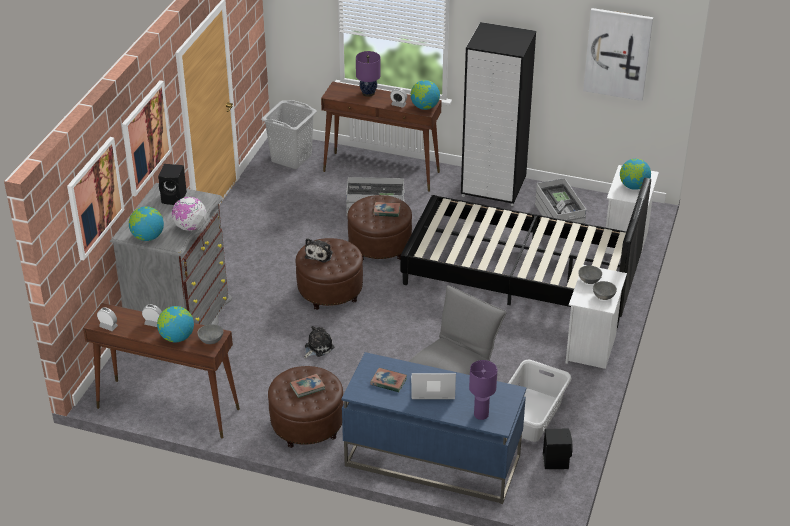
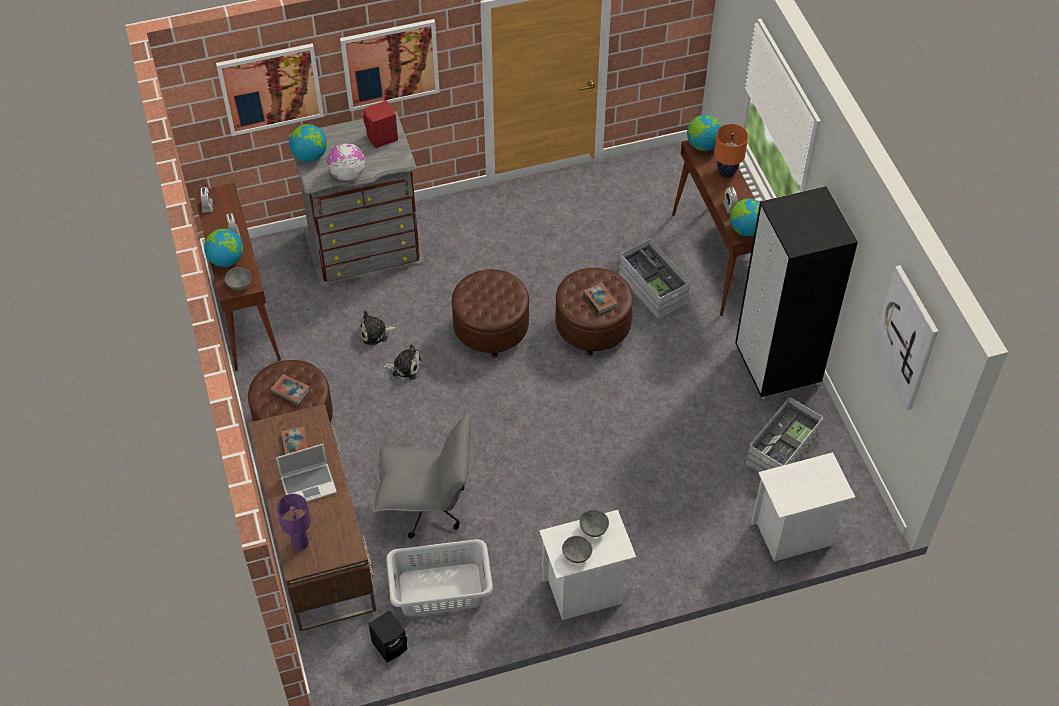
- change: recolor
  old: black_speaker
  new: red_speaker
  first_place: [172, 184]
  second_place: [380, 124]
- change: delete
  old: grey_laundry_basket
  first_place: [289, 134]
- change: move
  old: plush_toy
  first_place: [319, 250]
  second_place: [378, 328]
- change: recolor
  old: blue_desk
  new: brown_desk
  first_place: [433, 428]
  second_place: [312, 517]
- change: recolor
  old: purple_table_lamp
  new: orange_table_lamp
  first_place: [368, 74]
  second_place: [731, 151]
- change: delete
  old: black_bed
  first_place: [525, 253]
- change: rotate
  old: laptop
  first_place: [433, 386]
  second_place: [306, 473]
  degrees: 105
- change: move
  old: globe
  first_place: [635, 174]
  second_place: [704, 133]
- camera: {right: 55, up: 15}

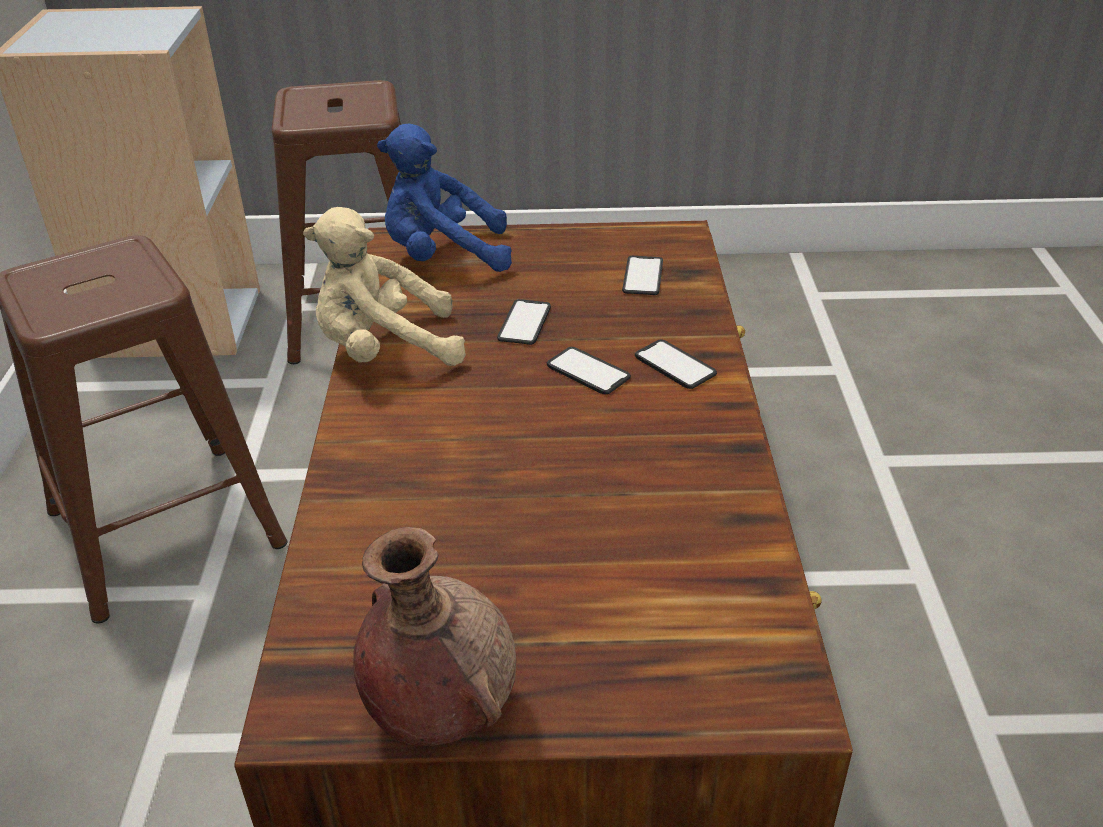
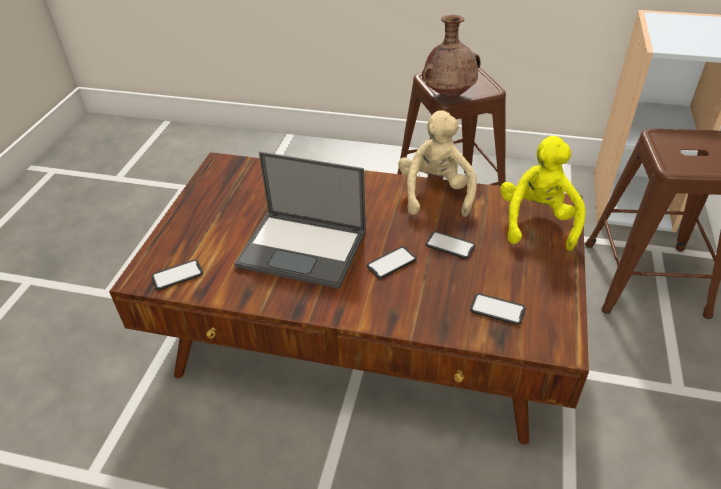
- change: move
  old: brown_vase
  first_place: [434, 636]
  second_place: [451, 56]
- change: recolor
  old: blue_plush_toy
  new: yellow_plush_toy
  first_place: [444, 198]
  second_place: [543, 193]
- change: move
  old: phone
  first_place: [676, 364]
  second_place: [177, 275]
- change: insert
  new: laptop
  second_place: [300, 220]
- camera: {right: 105, up: 5}

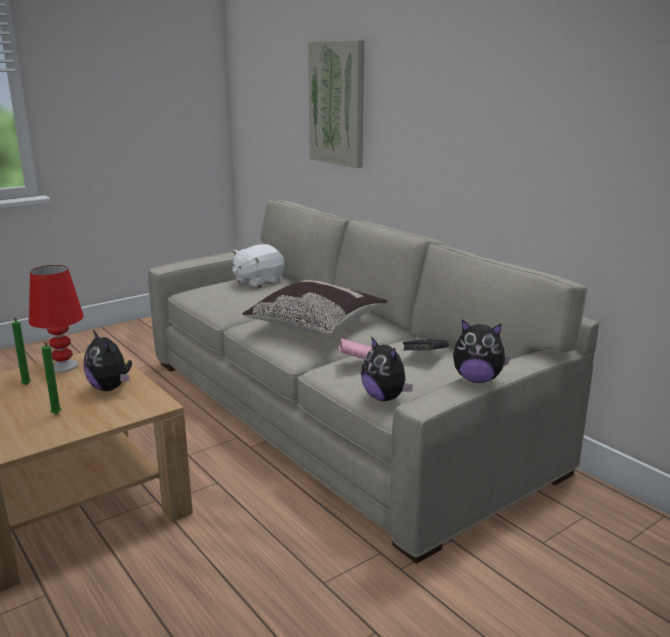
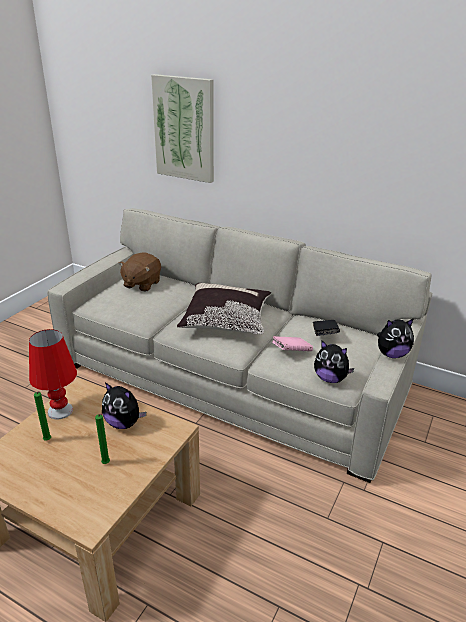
- change: recolor
  old: white_plush_toy
  new: brown_plush_toy
  first_place: [258, 266]
  second_place: [139, 272]
- camera: {right: -25, up: 10}

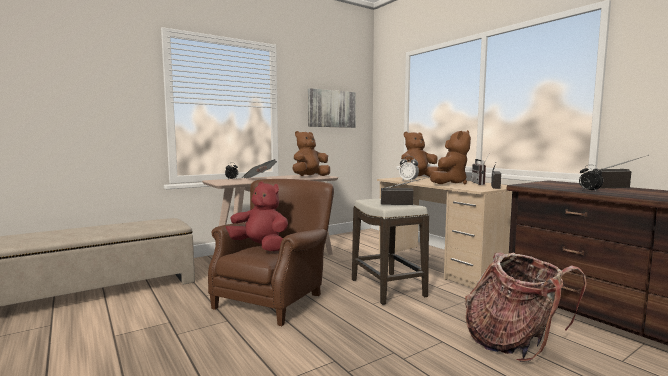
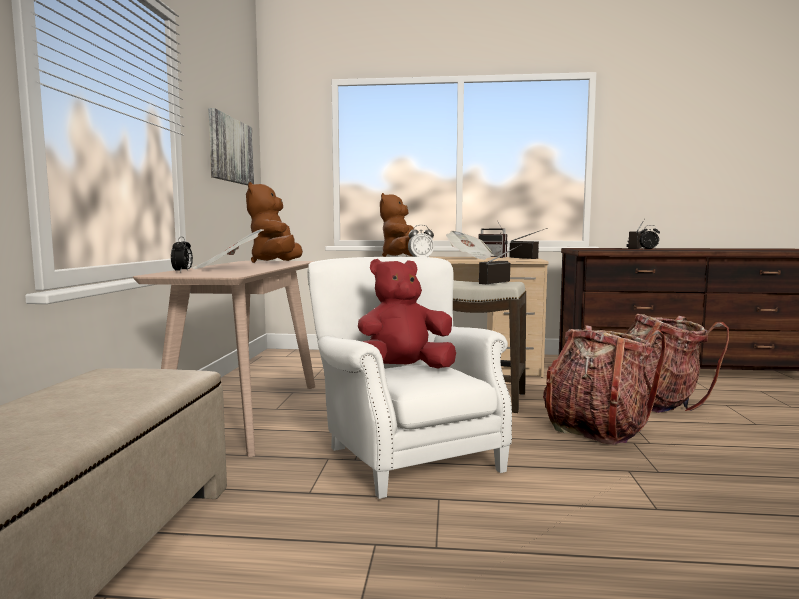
- change: recolor
  old: brown_armchair
  new: white_armchair
  first_place: [271, 252]
  second_place: [409, 378]
- change: replace
  old: brown_plush_toy
  new: newspaper
  first_place: [450, 157]
  second_place: [470, 245]
- change: insert
  new: backpack
  second_place: [604, 385]
- camera: {right: -50, up: 0}

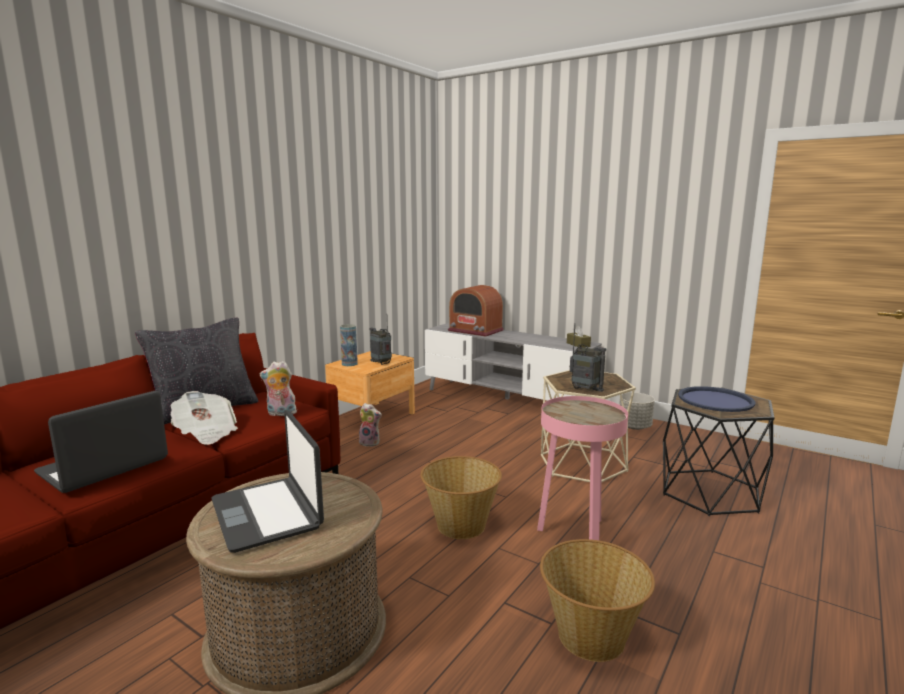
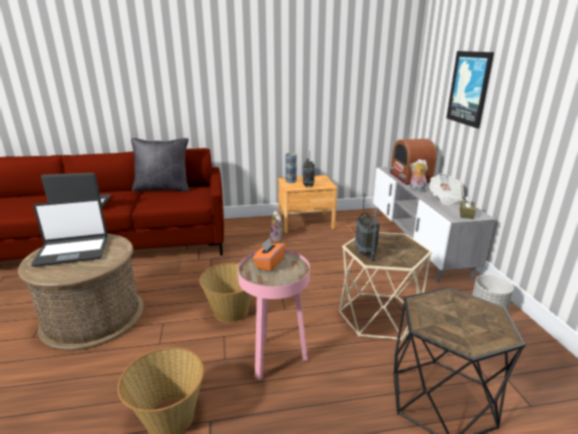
- change: move
  old: newspaper
  first_place: [204, 418]
  second_place: [446, 189]
- change: rotate
  old: laptop
  first_place: [267, 481]
  second_place: [69, 232]
  degrees: -120
- change: move
  old: plush_toy
  first_place: [278, 388]
  second_place: [419, 175]
- change: delete
  old: blue_tray
  first_place: [716, 399]
- change: insert
  new: orange_tissue_box
  second_place: [269, 255]
- change: insert
  new: picture
  second_place: [470, 89]
- camera: {right: 45, up: 10}

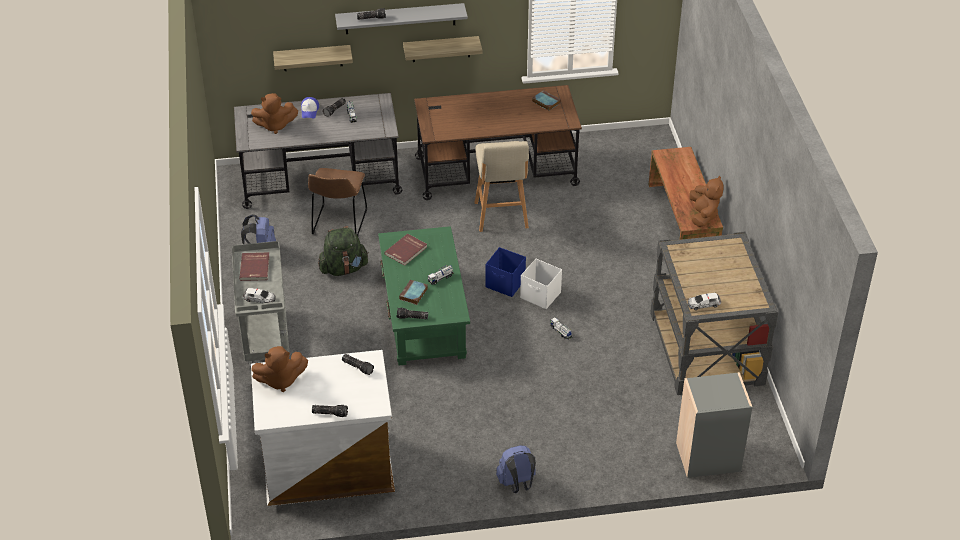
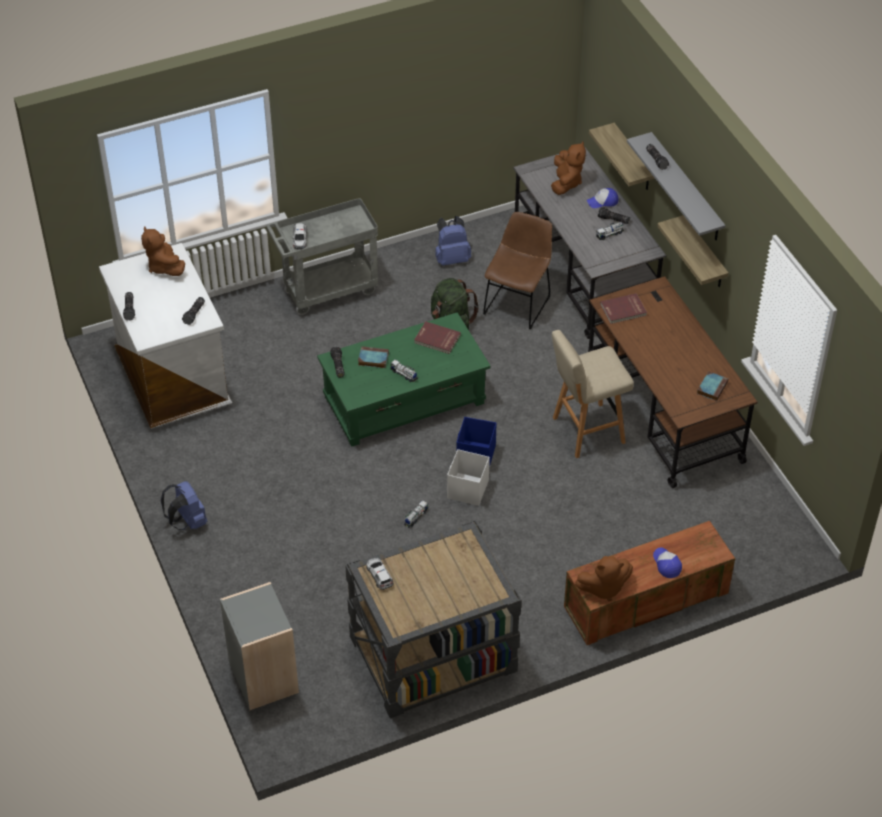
- change: move
  old: red_book
  first_place: [254, 266]
  second_place: [623, 308]
- change: rotate
  old: brown_plush_toy
  first_place: [274, 113]
  second_place: [568, 168]
  degrees: -150
- change: rotate
  old: brown_chair
  first_place: [337, 202]
  second_place: [517, 271]
  degrees: 120
- change: insert
  new: cap
  second_place: [667, 562]
- camera: {right: 75, up: 5}

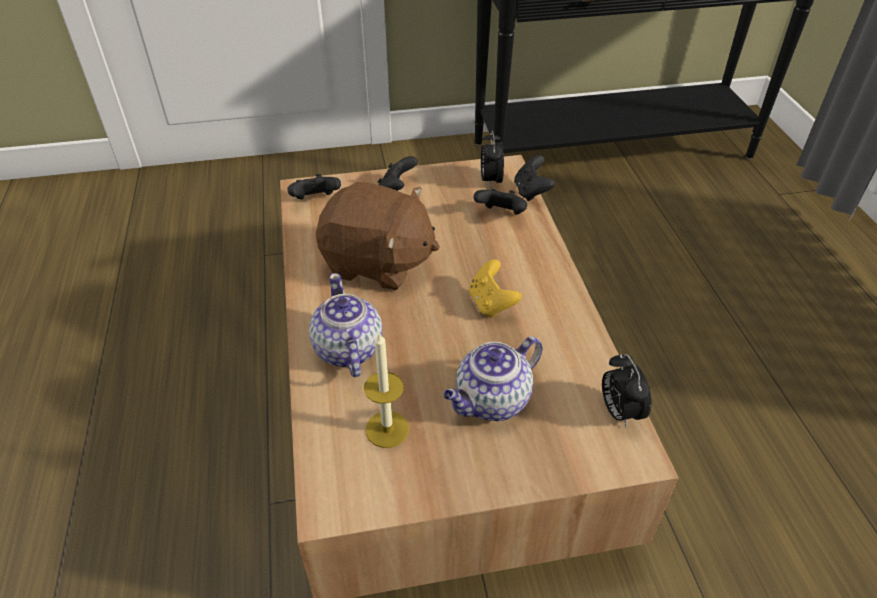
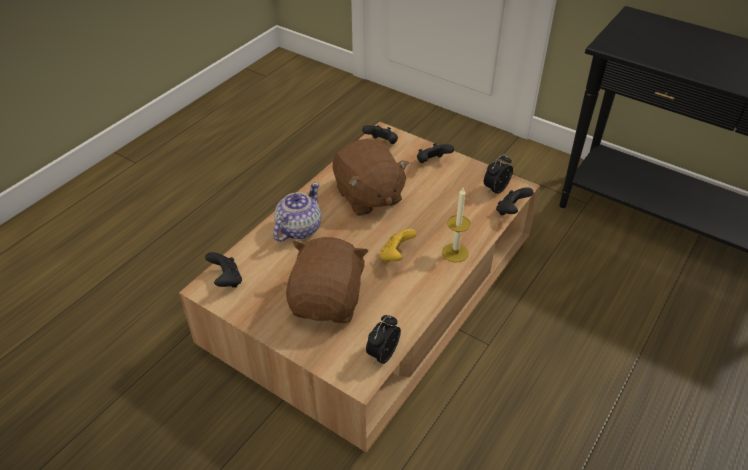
- change: move
  old: candle
  first_place: [386, 390]
  second_place: [456, 225]
- change: replace
  old: teapot
  new: brown_plush_toy
  first_place: [493, 378]
  second_place: [327, 280]
- change: move
  old: black_game_controller
  first_place: [500, 202]
  second_place: [223, 270]
- camera: {right: 45, up: 0}

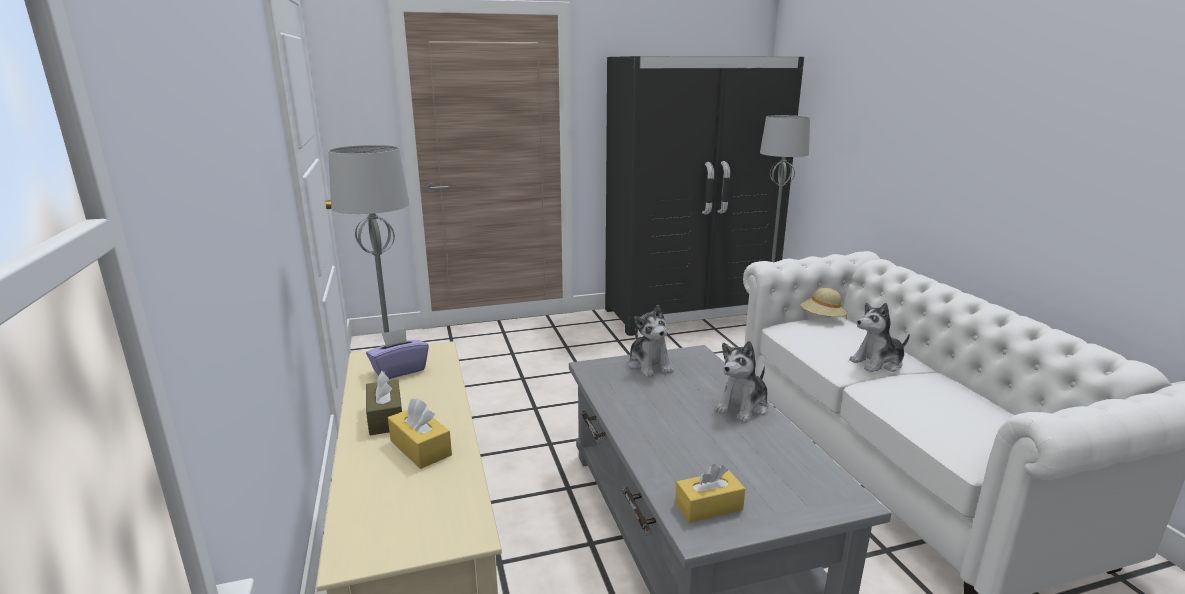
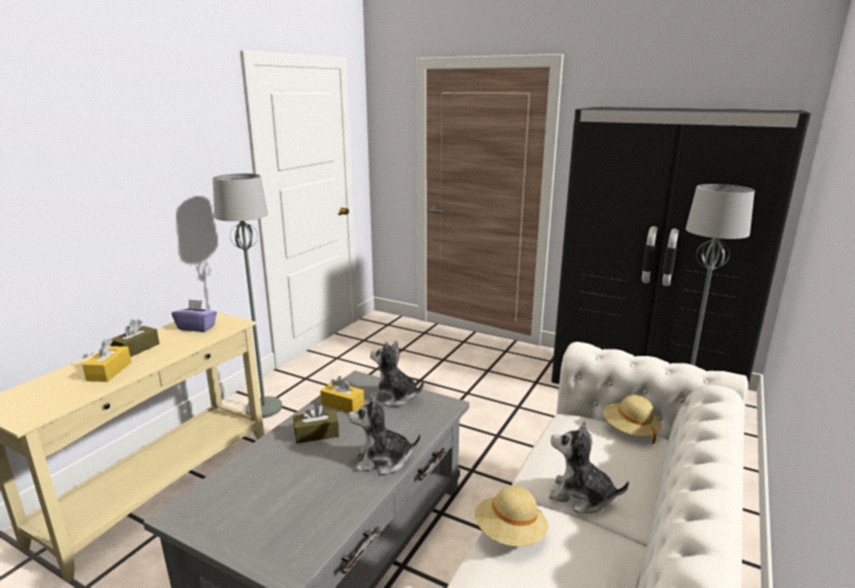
- change: rotate
  old: plush_toy
  first_place: [651, 341]
  second_place: [397, 373]
  degrees: 90
- change: move
  old: yellow_tissue_box
  first_place: [710, 493]
  second_place: [342, 394]
- change: insert
  new: brown_tissue_box
  second_place: [316, 423]
- change: insert
  new: beige_hat
  second_place: [511, 516]
- camera: {right: 45, up: 0}

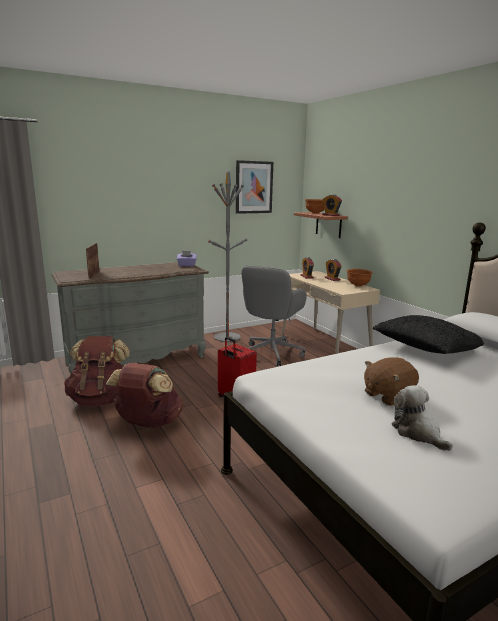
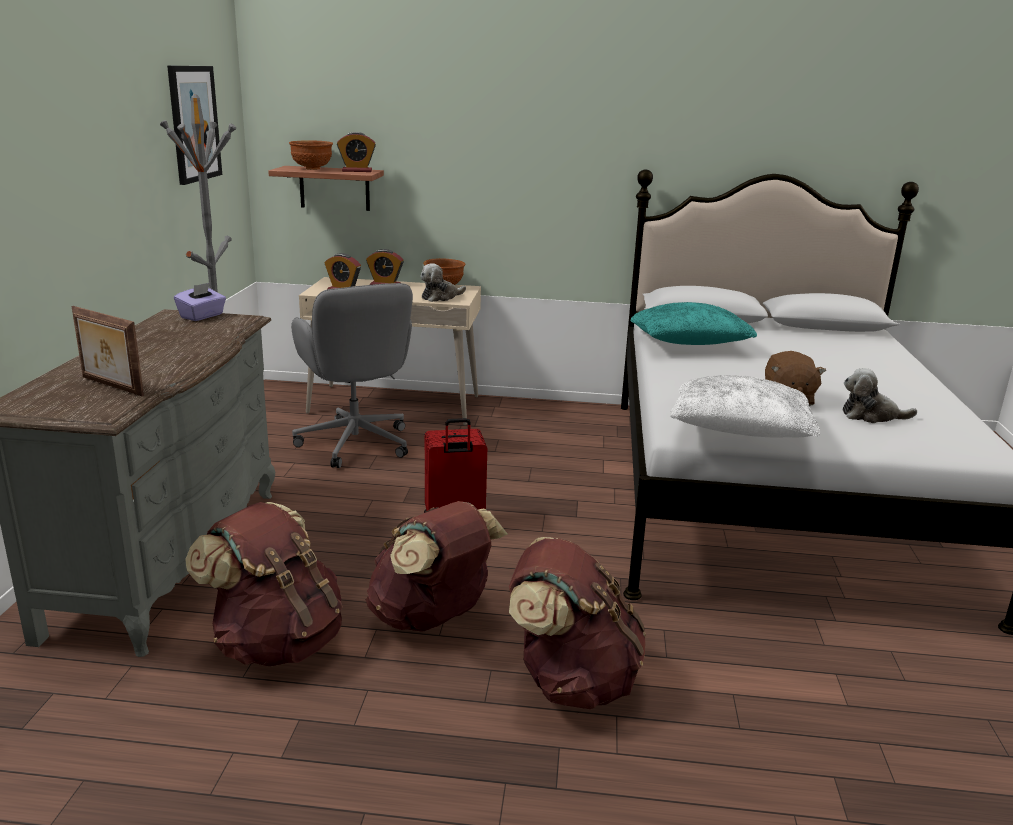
- change: recolor
  old: black_pillow
  new: turquoise_pillow
  first_place: [428, 334]
  second_place: [693, 323]
- change: insert
  new: plush_toy
  second_place: [443, 282]
- change: insert
  new: brown_backpack
  second_place: [577, 623]
- change: insert
  new: white_pillow
  second_place: [745, 406]
- camera: {right: -55, up: 5}

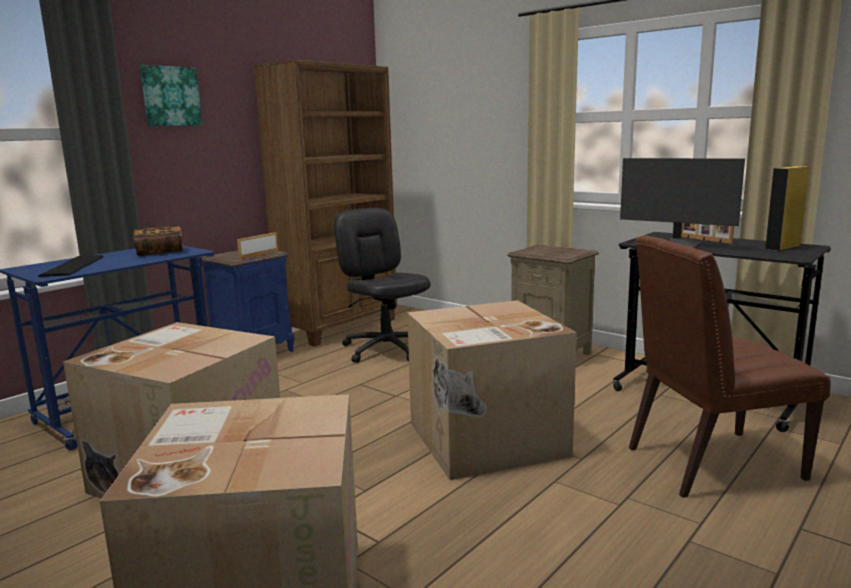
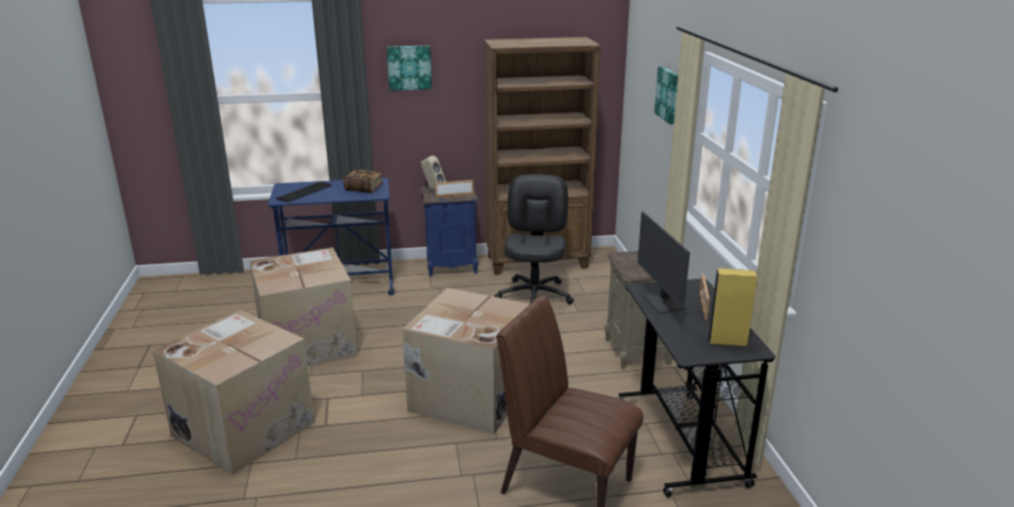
- change: insert
  new: beige_speaker
  second_place: [433, 173]
- change: insert
  new: picture
  second_place: [666, 95]
- camera: {right: 40, up: 10}

